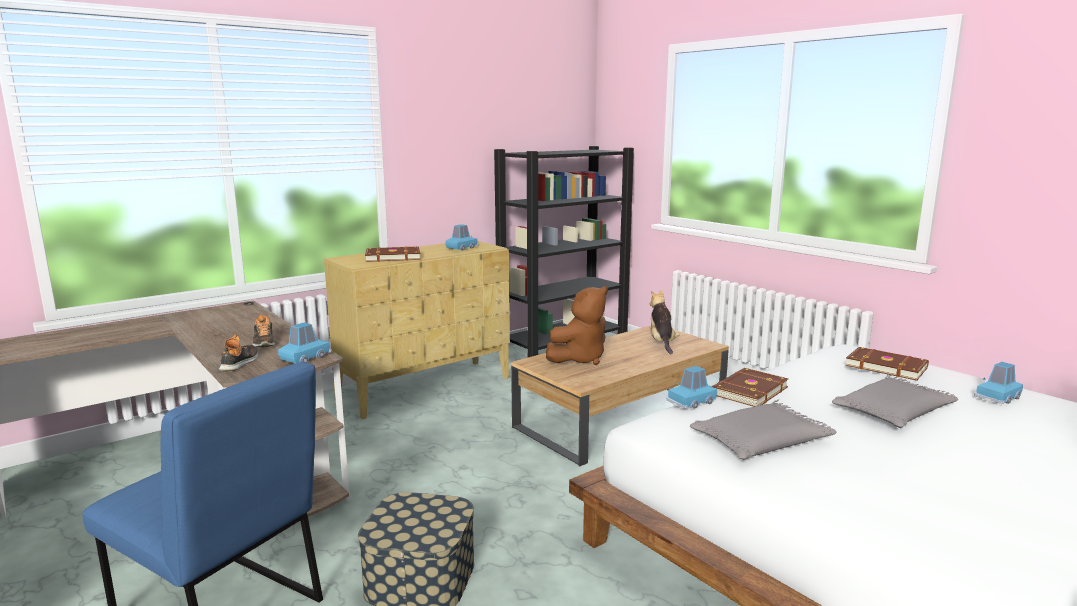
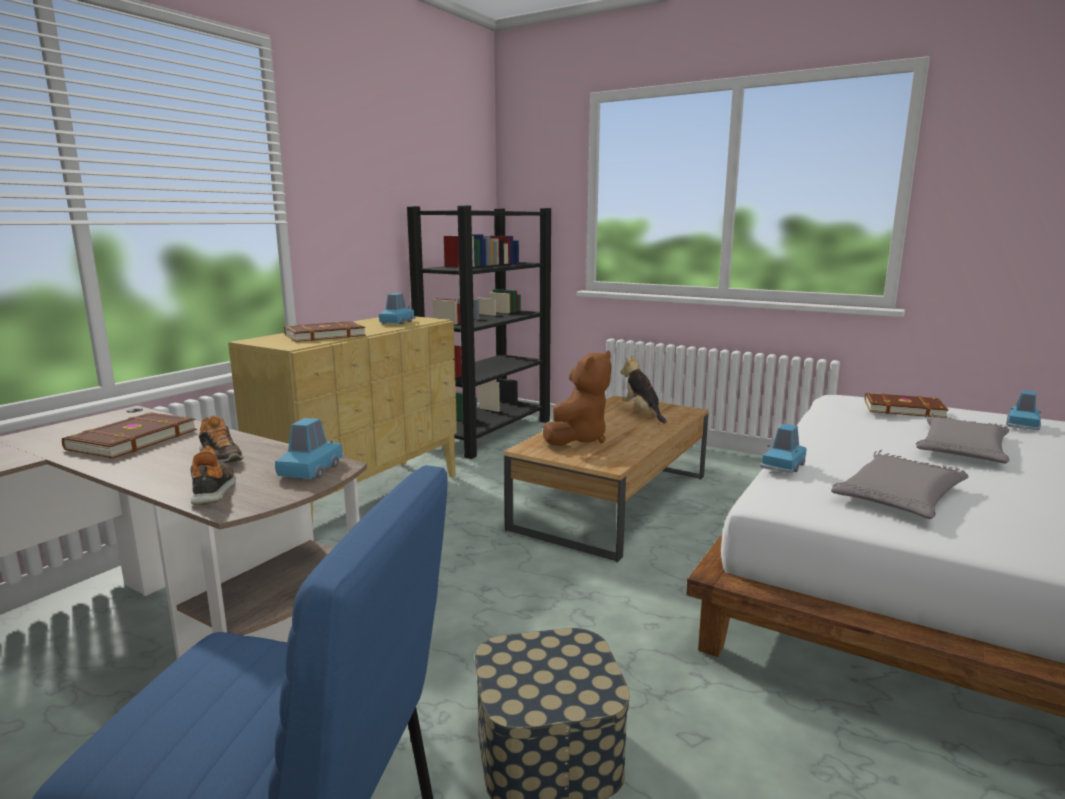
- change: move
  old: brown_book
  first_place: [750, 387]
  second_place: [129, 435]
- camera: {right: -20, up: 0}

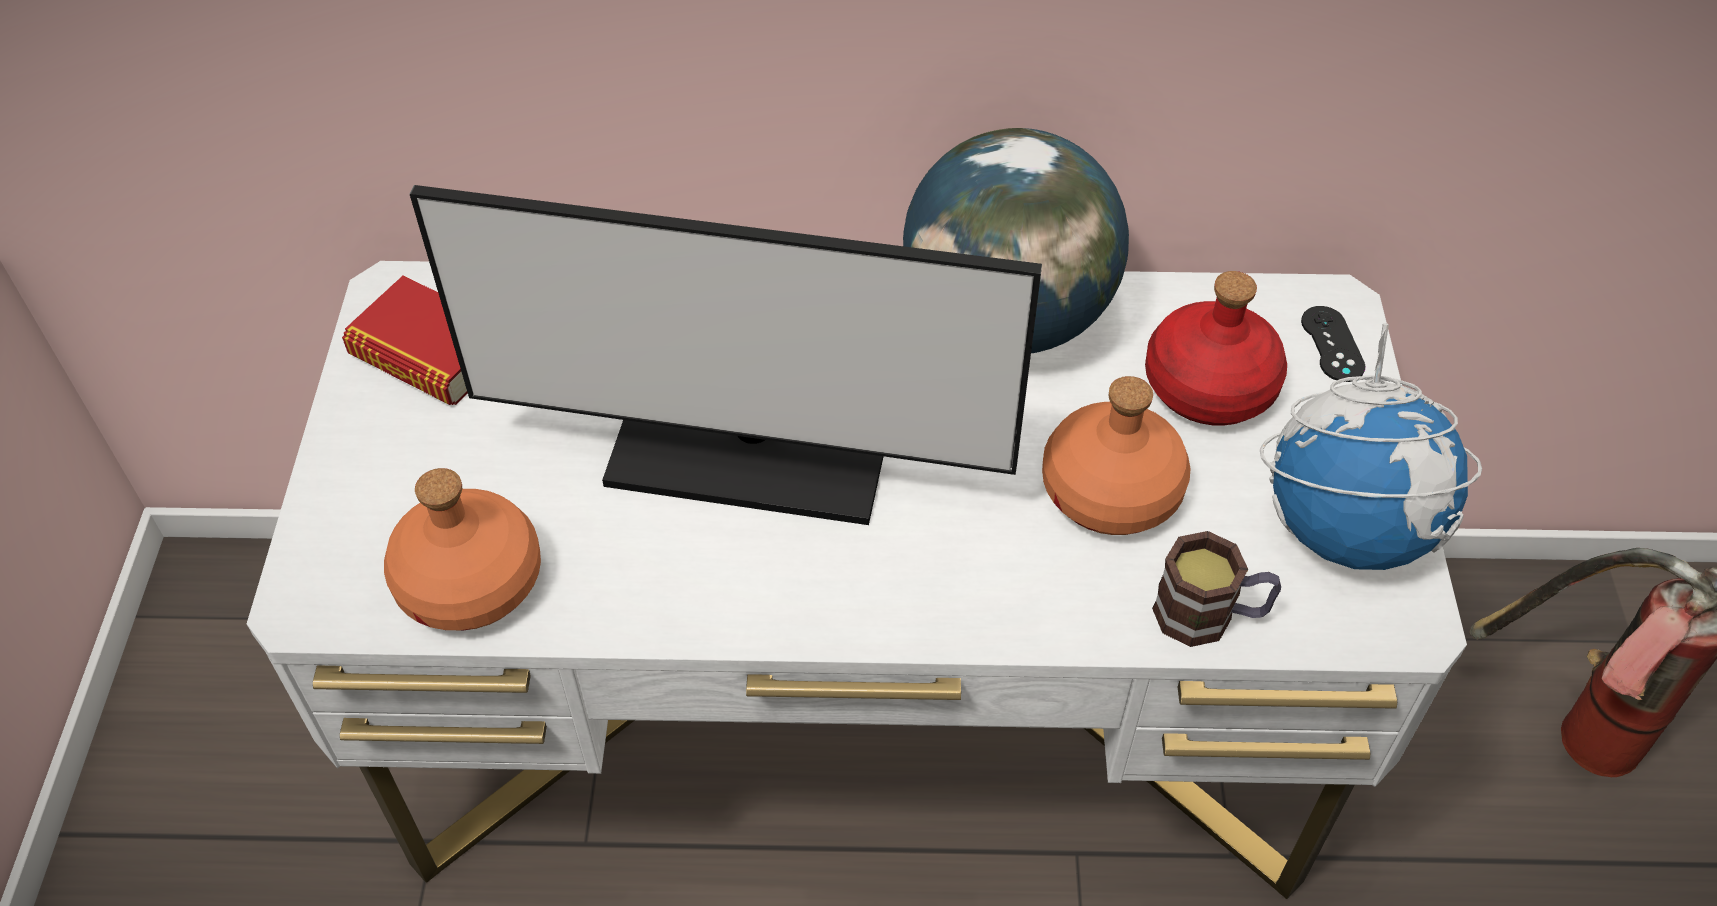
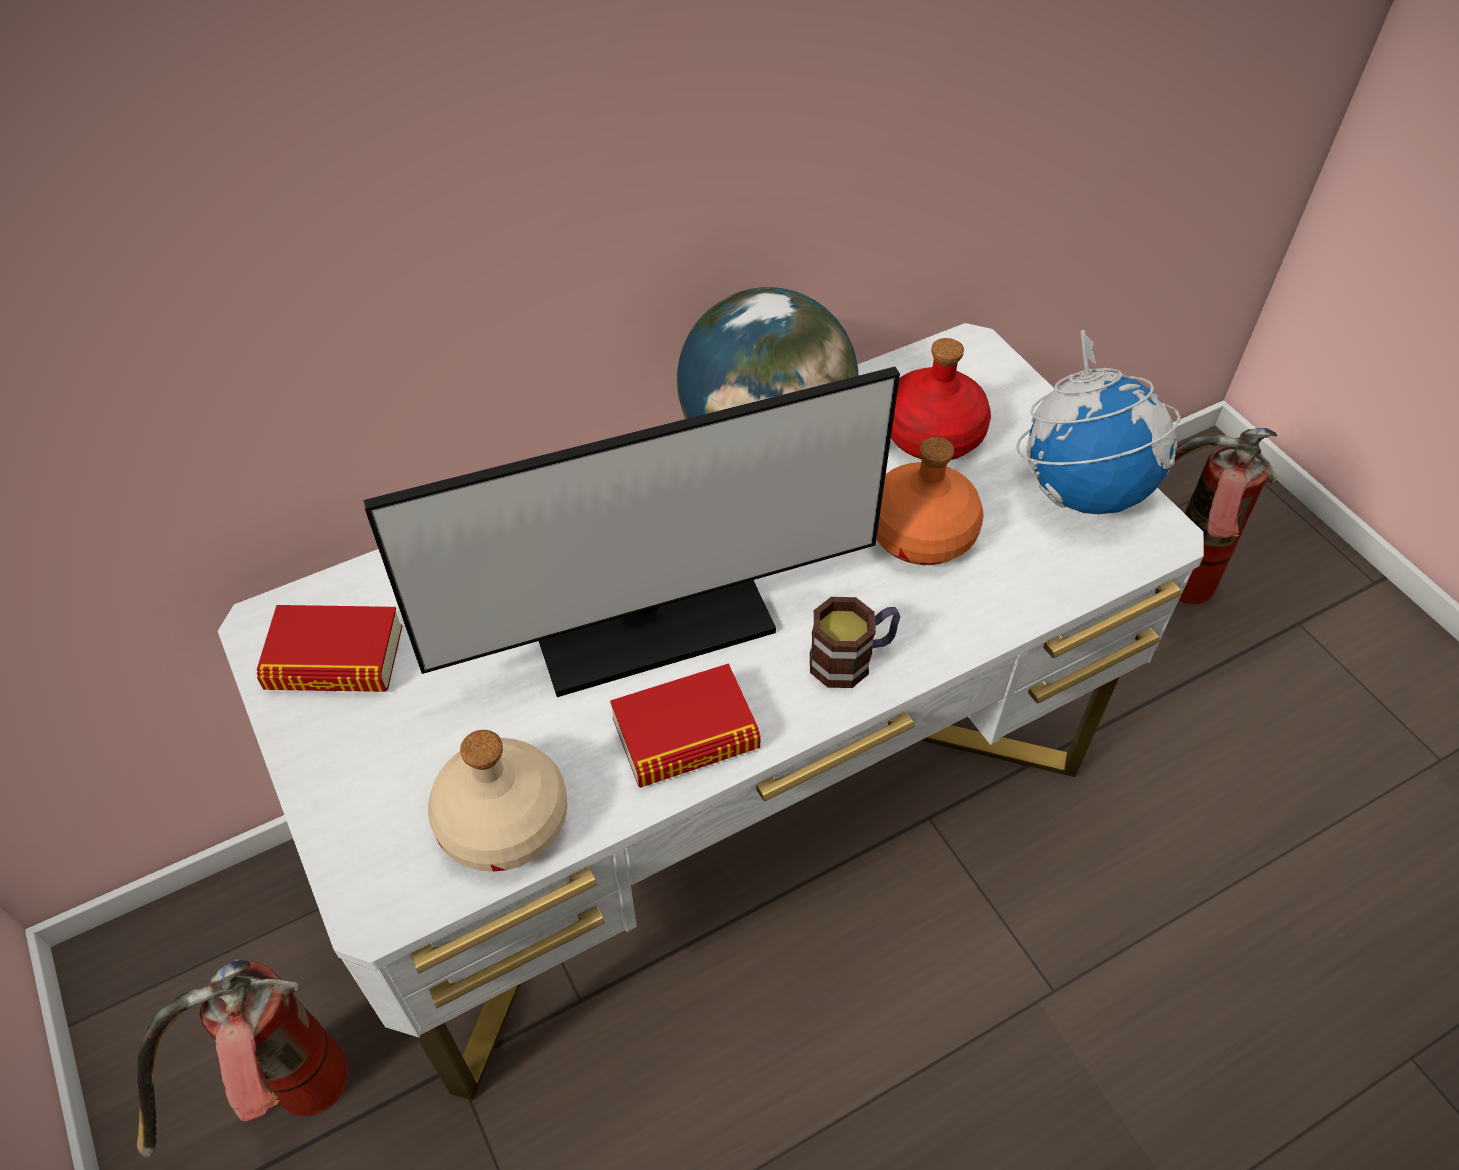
- change: recolor
  old: orange_bottle
  new: beige_bottle
  first_place: [462, 549]
  second_place: [497, 801]
- change: move
  old: mug
  first_place: [1216, 589]
  second_place: [855, 642]
- change: delete
  old: black_game_controller
  first_place: [1333, 344]
- change: insert
  new: fire_extinguisher
  second_place: [242, 1058]
- change: insert
  new: book
  second_place: [685, 725]
- camera: {right: -30, up: 0}

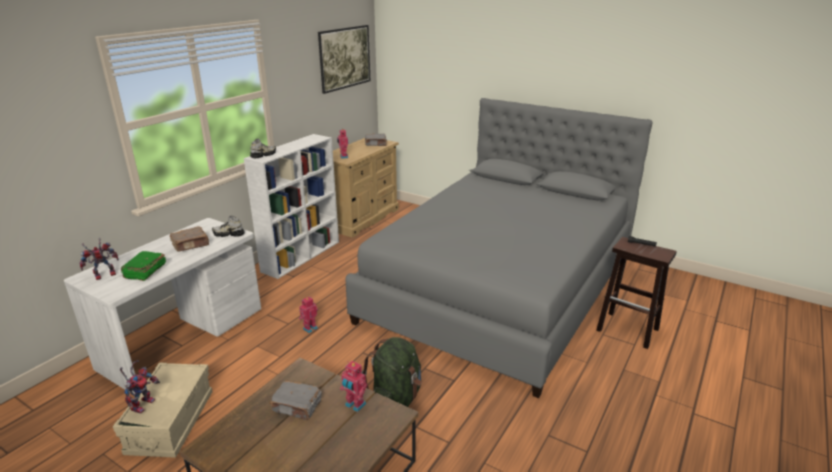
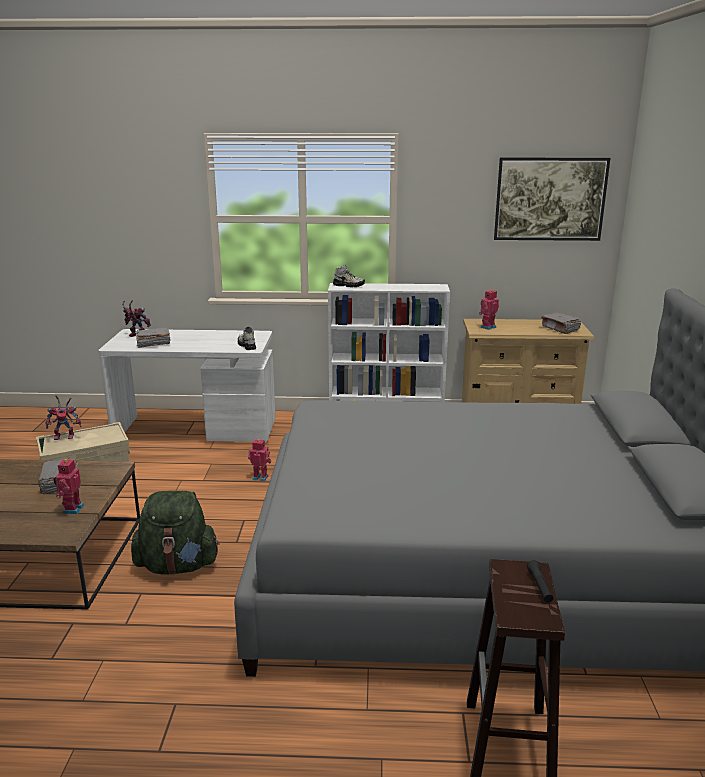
- change: recolor
  old: green_book
  new: grey_book
  first_place: [143, 266]
  second_place: [153, 337]
- change: delete
  old: brown_book
  first_place: [189, 239]
- camera: {right: 60, up: -5}

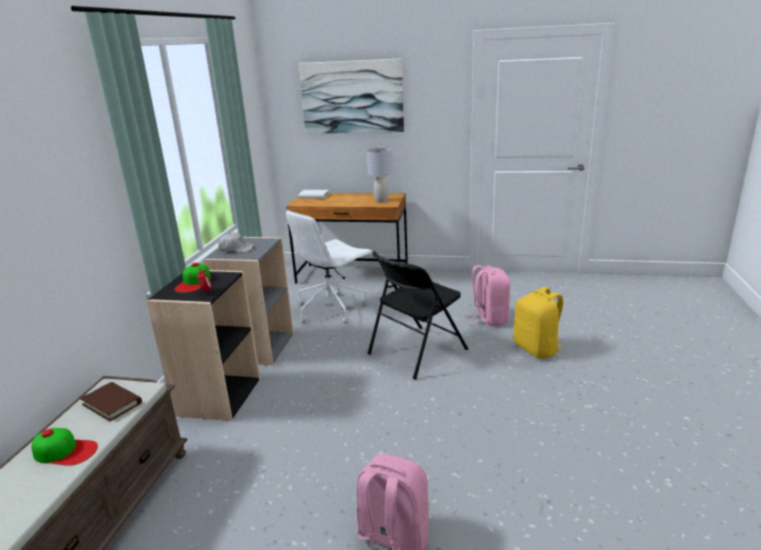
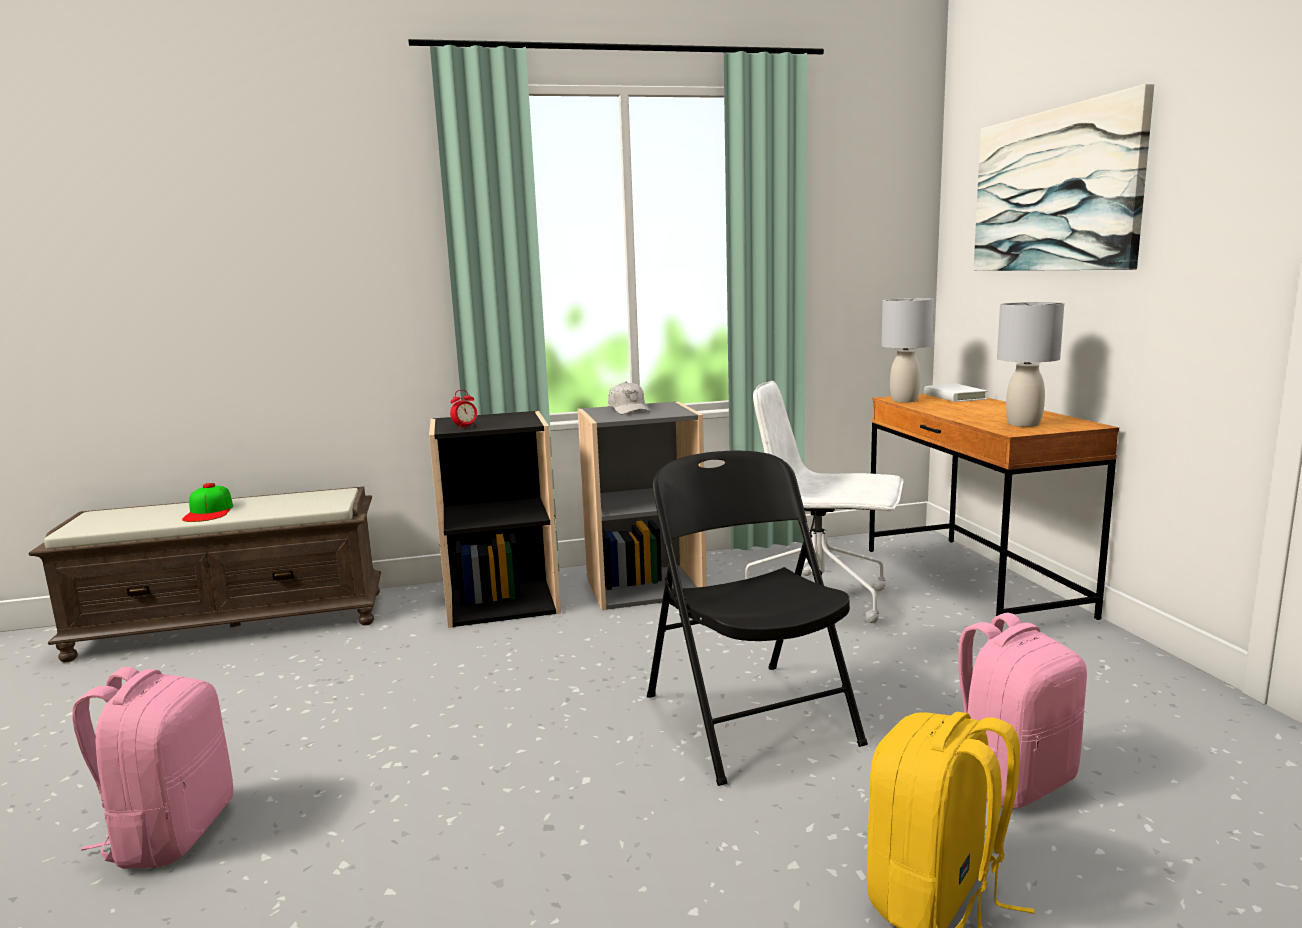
- change: delete
  old: brown_book
  first_place: [111, 402]
- change: delete
  old: cap
  first_place: [192, 278]
- change: rotate
  old: black_chair
  first_place: [418, 315]
  second_place: [757, 618]
  degrees: 45
- change: insert
  new: grey_table_lamp
  second_place: [907, 350]
- camera: {right: 65, up: -10}

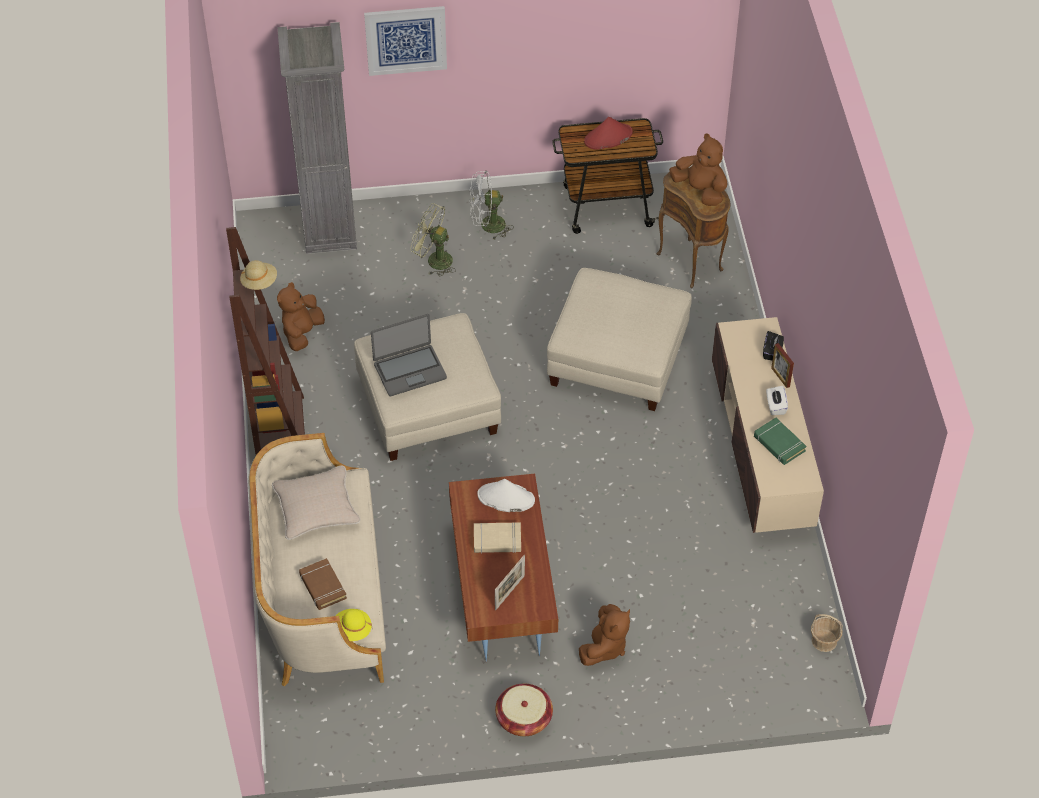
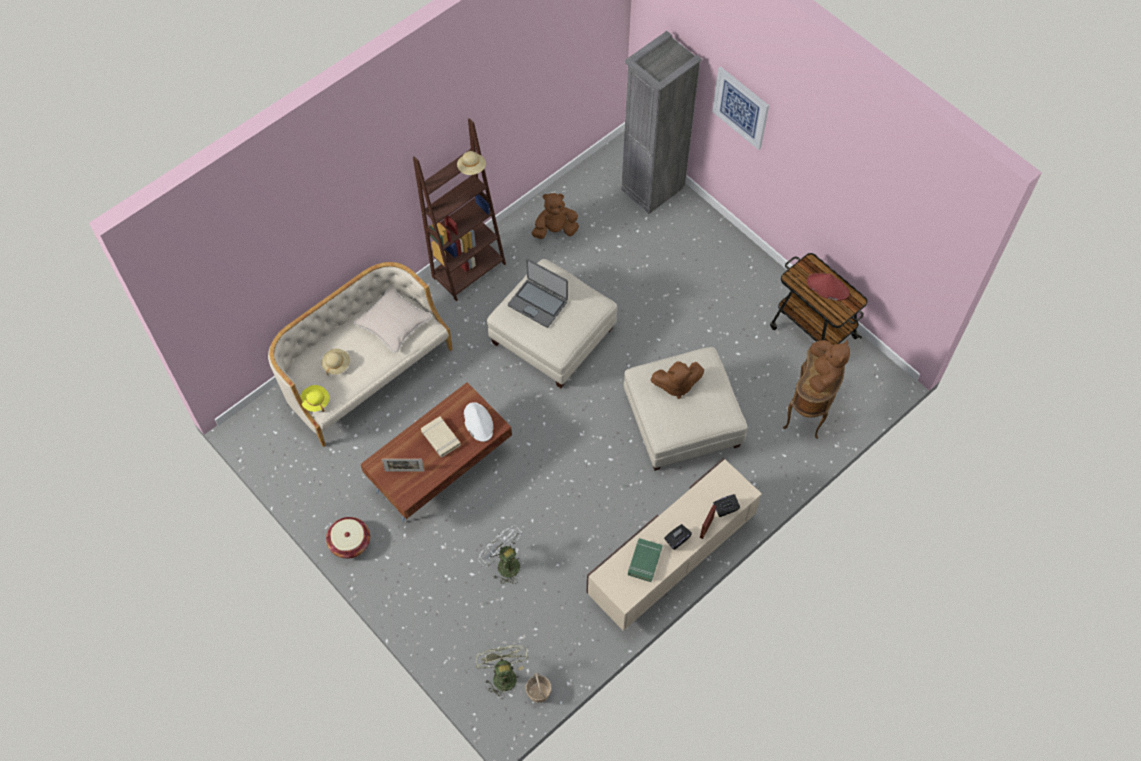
- change: replace
  old: brown_book
  new: beige_hat
  first_place: [323, 584]
  second_place: [335, 362]
- change: move
  old: green_fan
  first_place: [433, 239]
  second_place: [502, 672]
- change: move
  old: white_fan
  first_place: [491, 205]
  second_place: [500, 554]
- change: move
  old: brown_plush_toy
  first_place: [604, 635]
  second_place: [677, 380]
- change: recolor
  old: white_tissue_box
  new: black_tissue_box
  first_place: [777, 400]
  second_place: [678, 537]
- camera: {right: 55, up: 10}

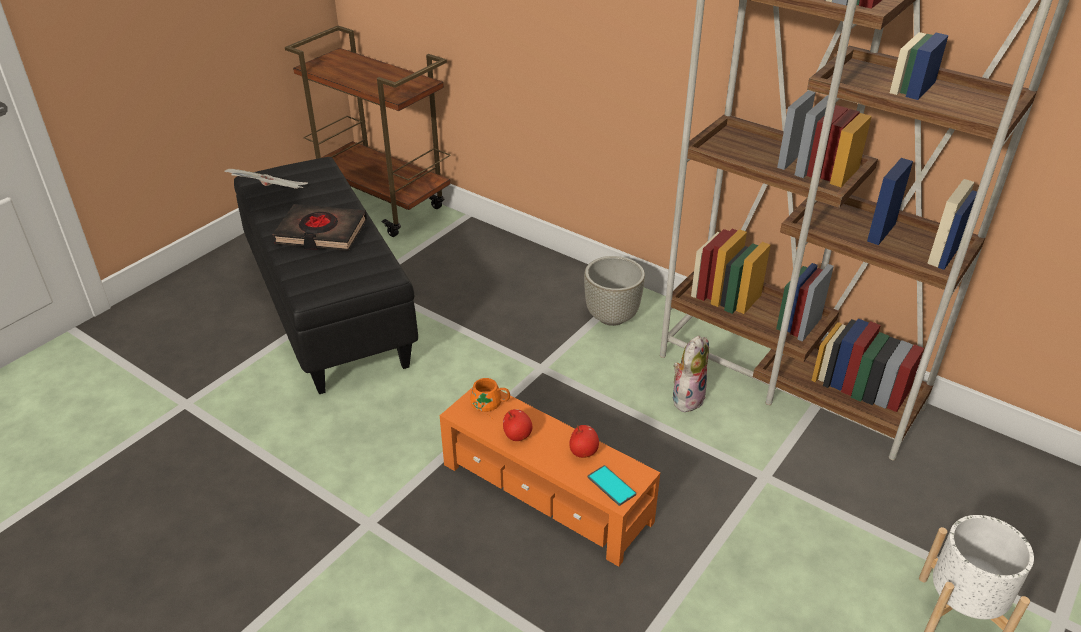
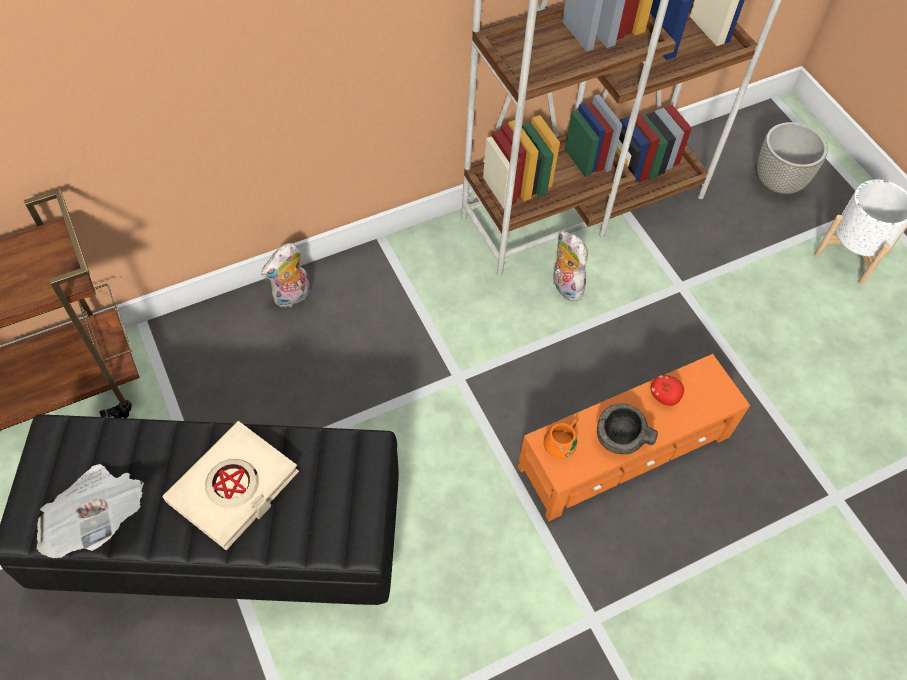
- change: recolor
  old: black_book
  new: beige_book
  first_place: [319, 227]
  second_place: [231, 485]
- change: replace
  old: apple
  new: grey_bowl
  first_place: [517, 425]
  second_place: [627, 429]
- change: move
  old: grey_planter
  first_place: [614, 291]
  second_place: [792, 158]
- change: delete
  old: phone
  first_place: [612, 485]
- change: insert
  new: plush_toy
  second_place: [285, 275]
- camera: {right: -65, up: 20}

